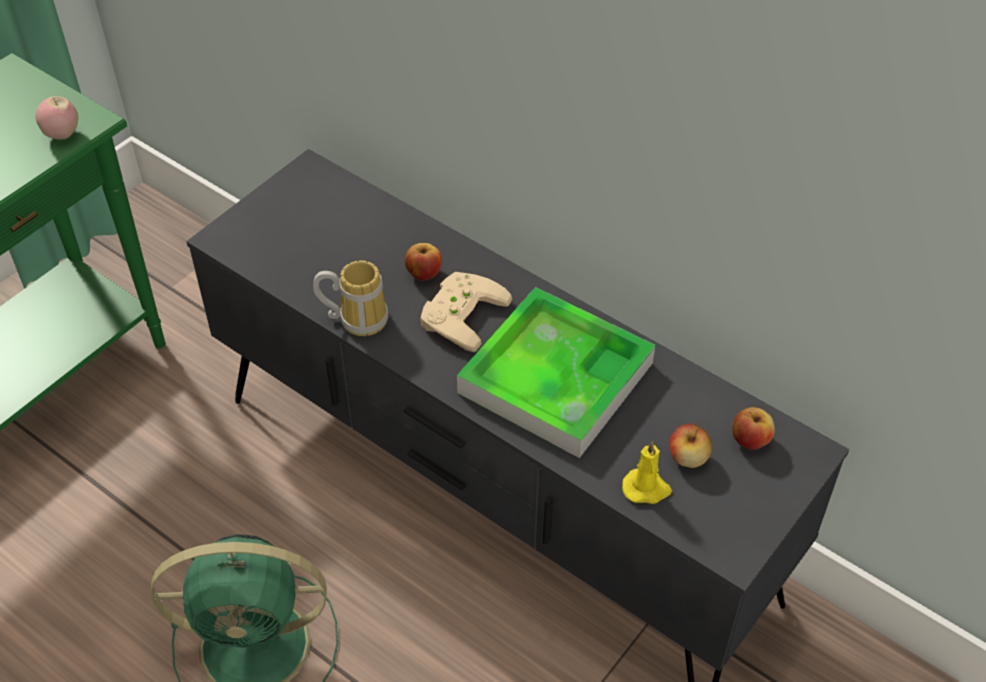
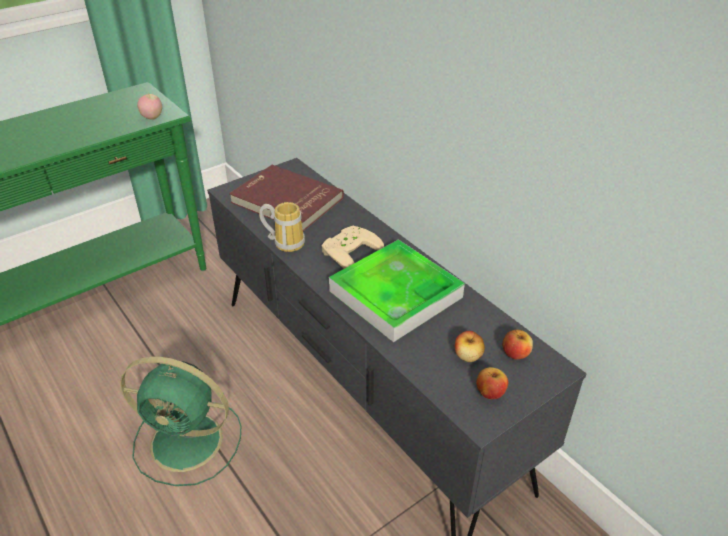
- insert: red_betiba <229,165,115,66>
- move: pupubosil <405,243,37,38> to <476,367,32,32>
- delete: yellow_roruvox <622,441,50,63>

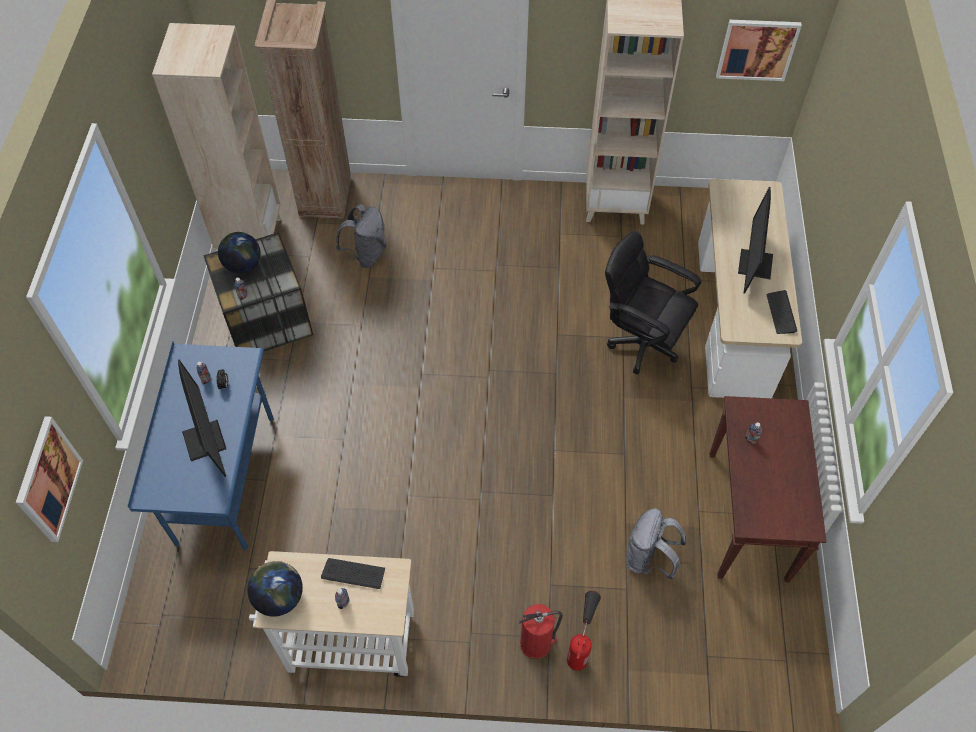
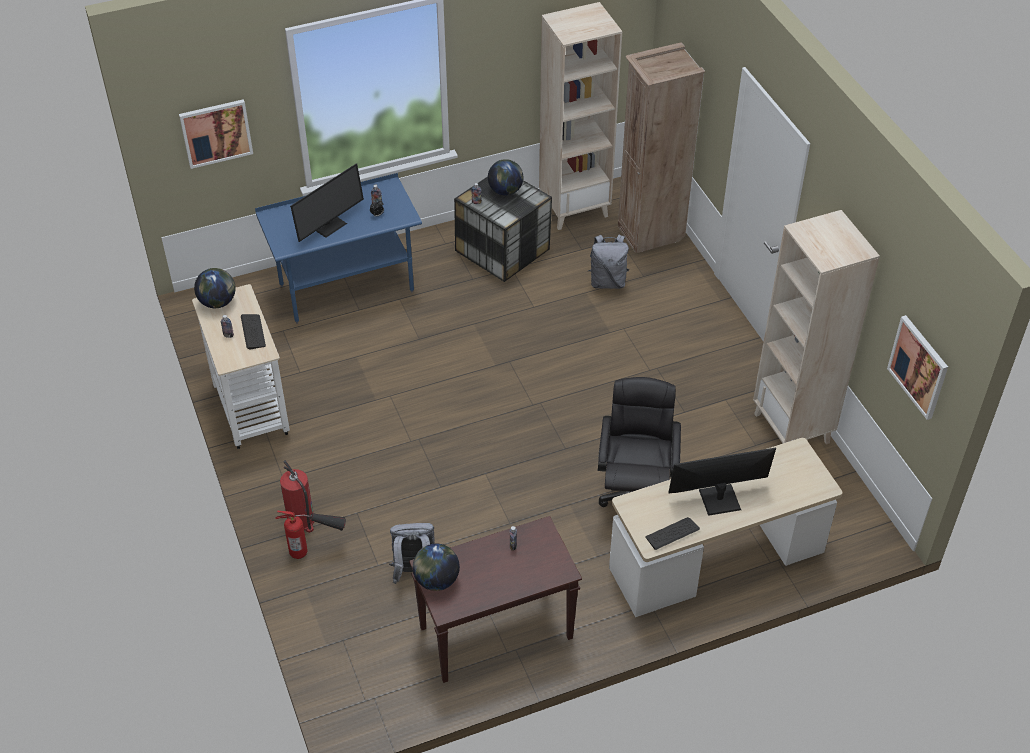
- insert: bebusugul <413,543,47,48>

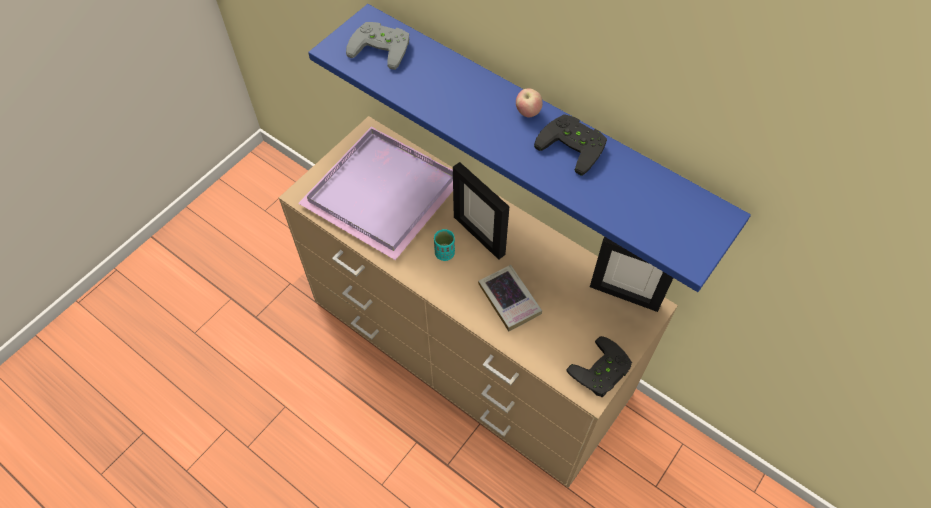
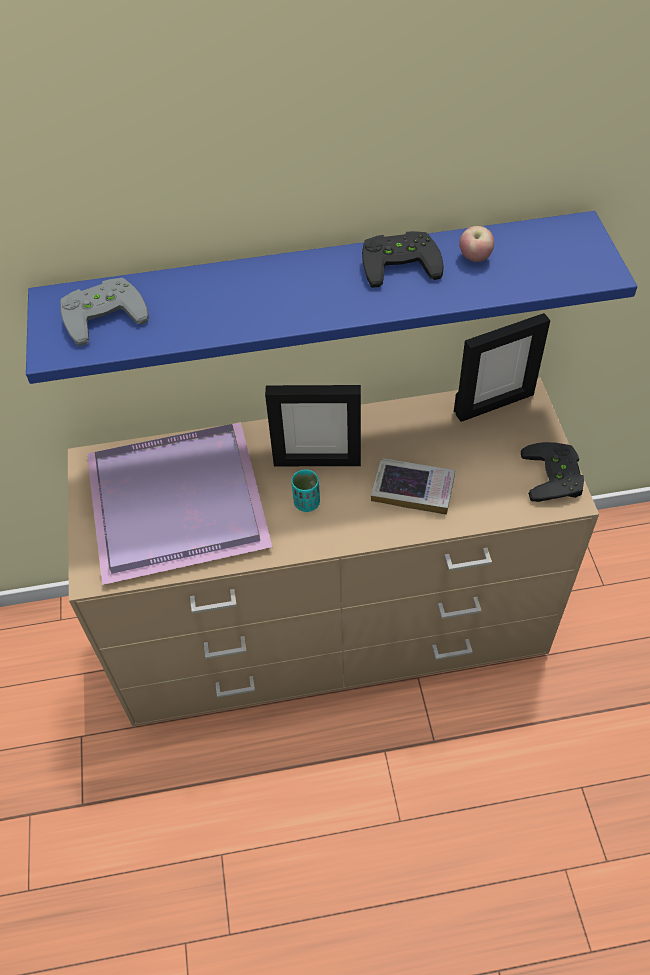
- move: pupubosil <516,88,27,29> to <459,226,35,36>

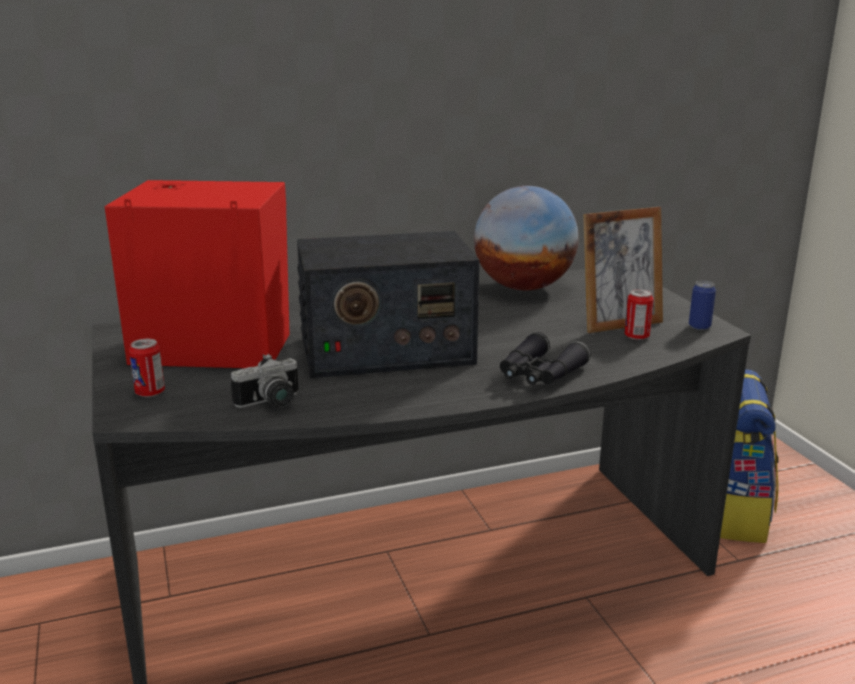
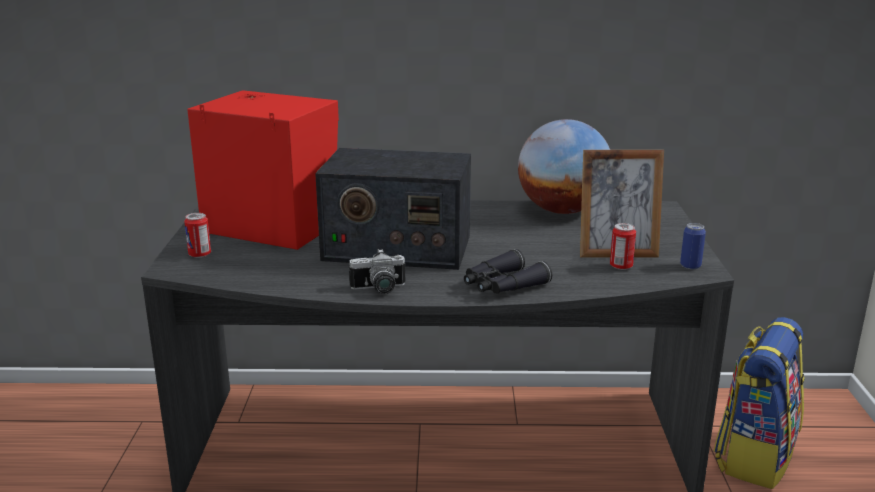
- move: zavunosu <231,354,68,54> to <349,249,56,45>

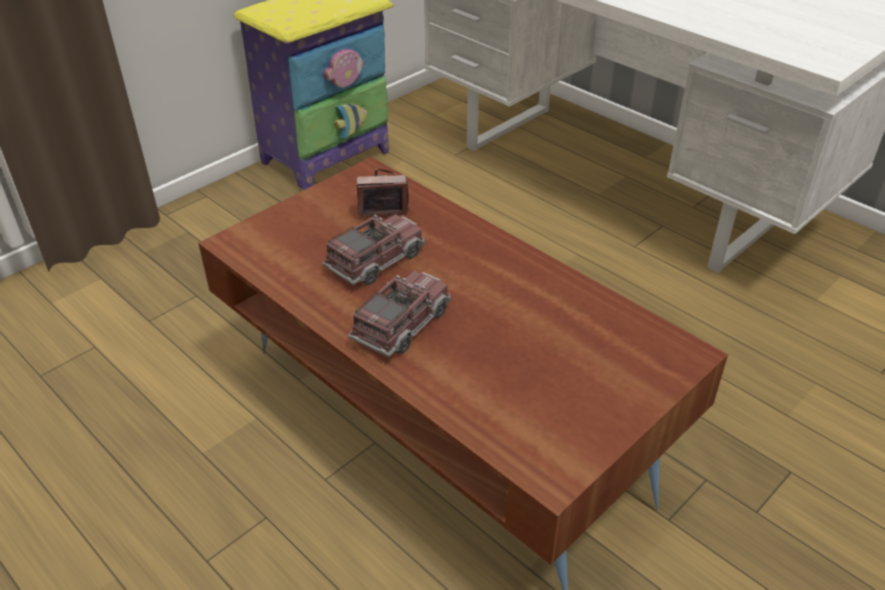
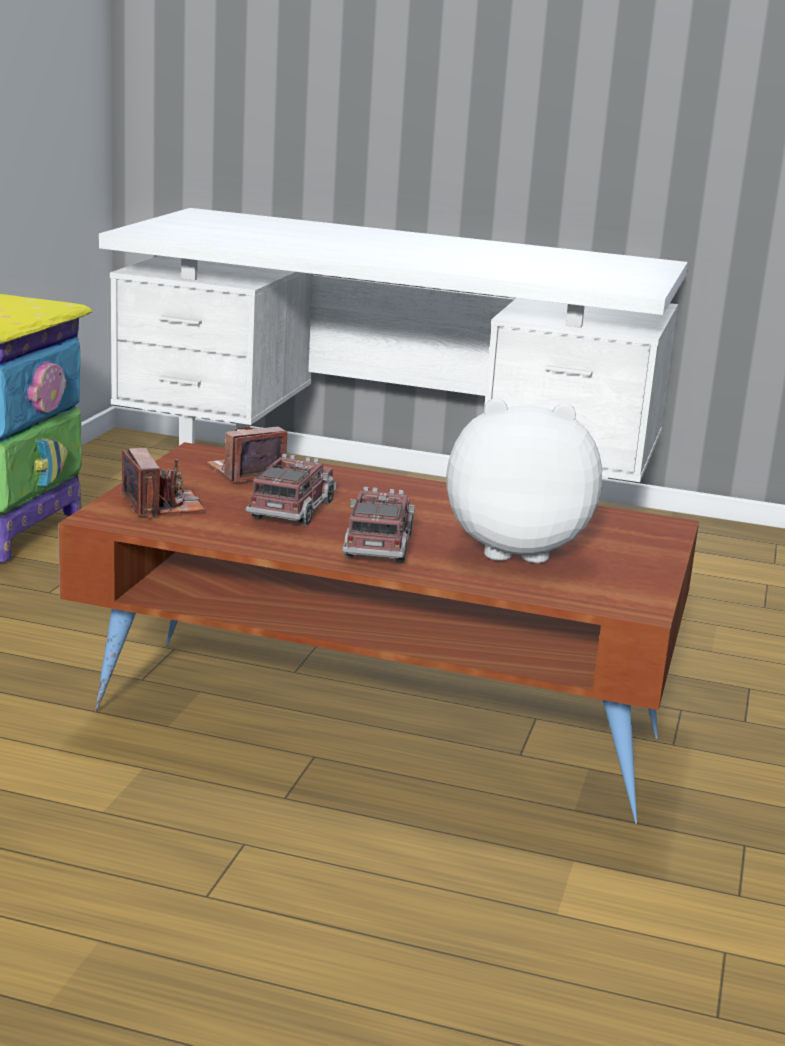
- insert: zavunosu <122,448,82,70>
- insert: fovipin <446,398,156,165>

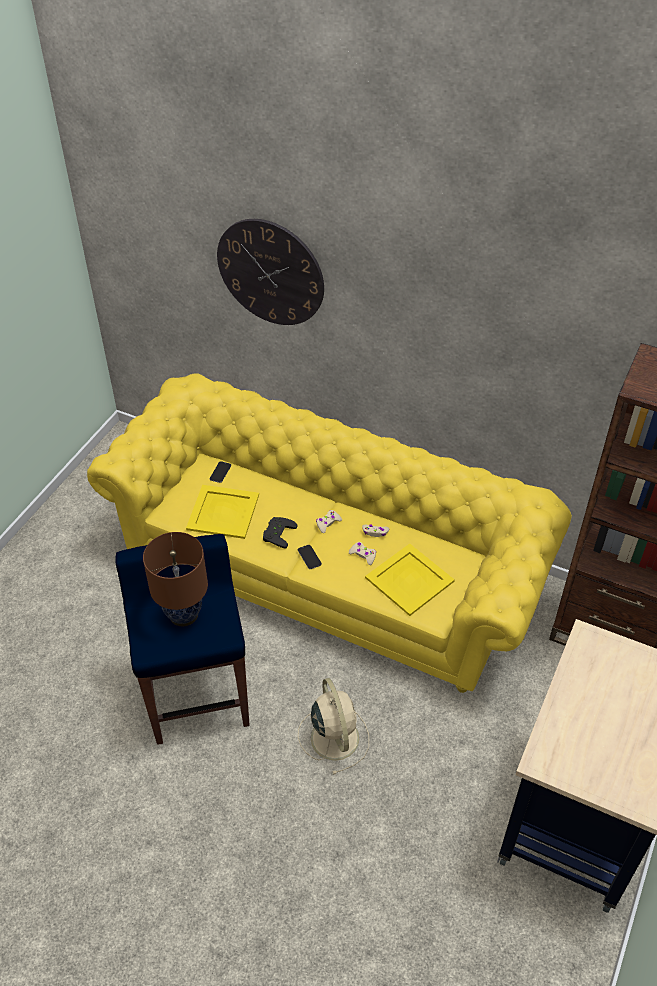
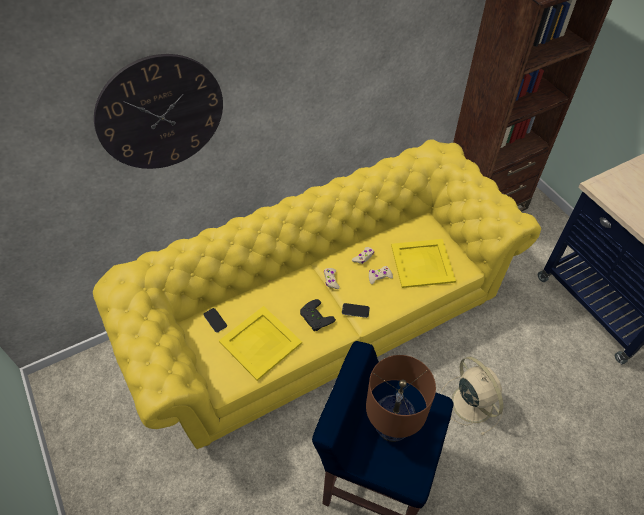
- rotate: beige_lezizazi <298,678,71,96> = <440,357,63,79> 45 degrees clockwise

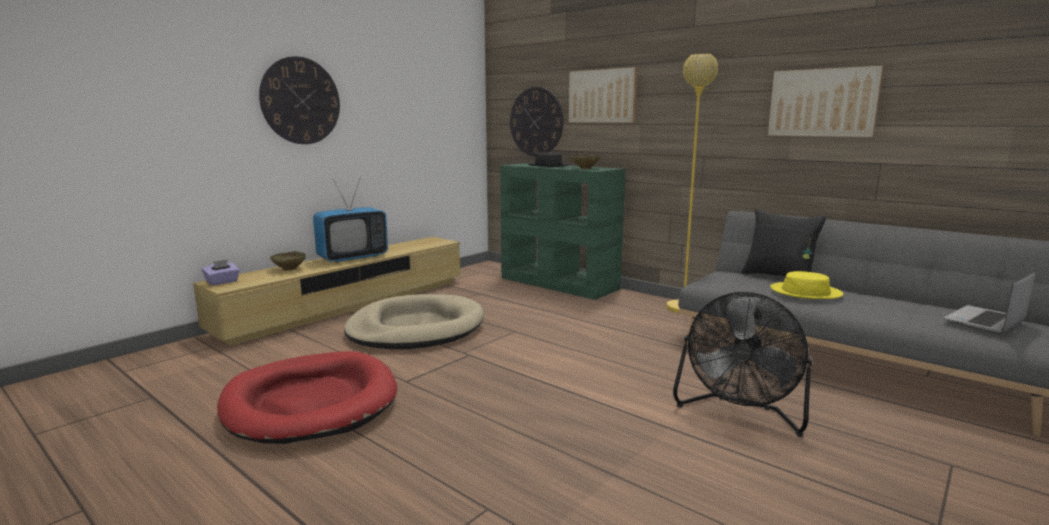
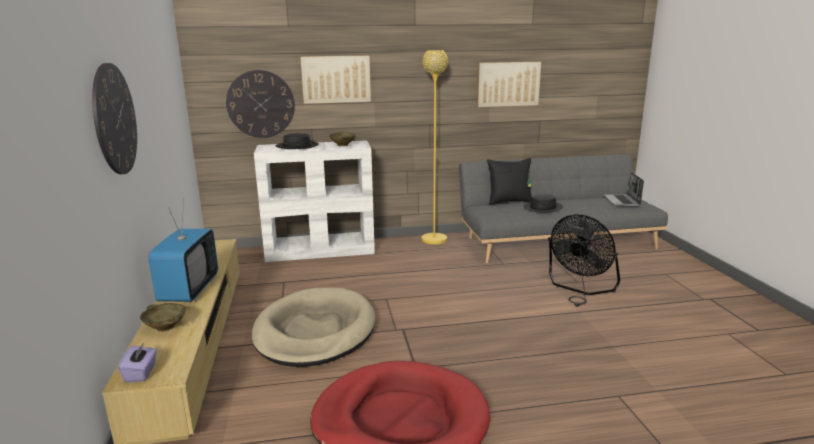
- recolor: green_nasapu <500,163,126,137> to white_nasapu <254,140,121,122>
- recolor: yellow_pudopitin <770,271,73,28> to black_pudopitin <524,194,39,19>
- rotate: black_lezizazi <673,292,140,145> = <548,214,72,93> 120 degrees counterclockwise

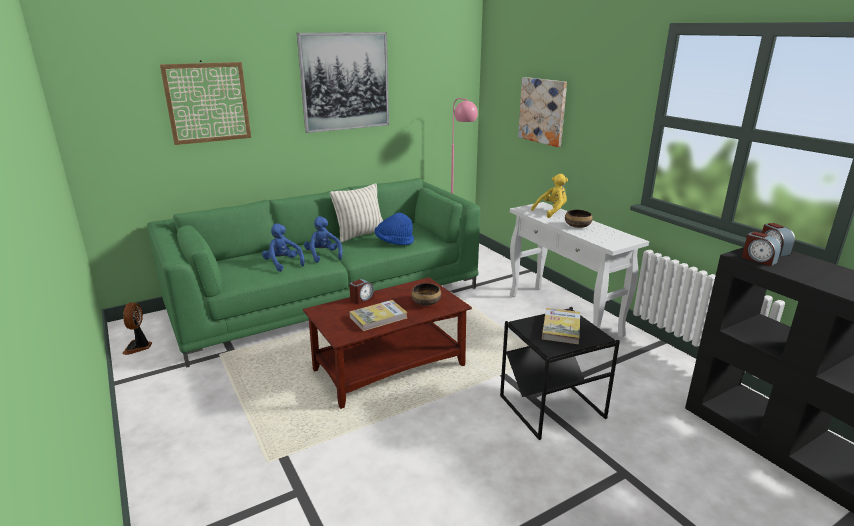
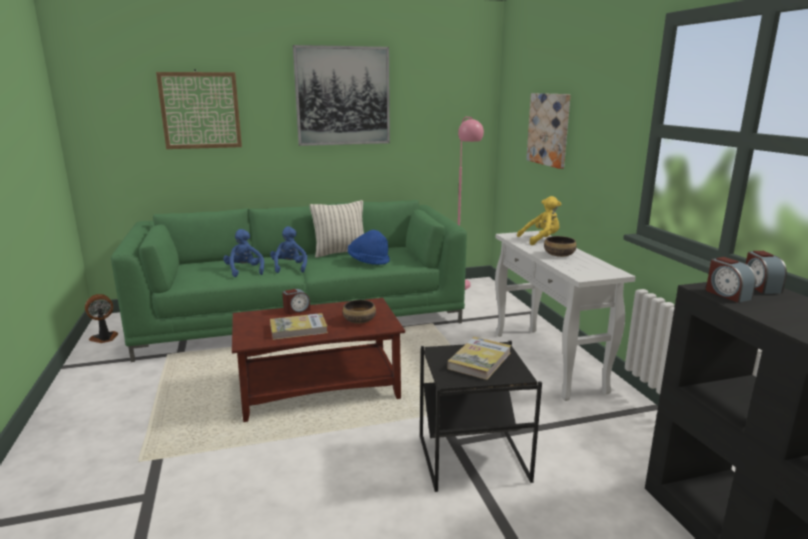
- rotate: lezizazi <122,302,30,53> = <85,294,33,49> 45 degrees clockwise

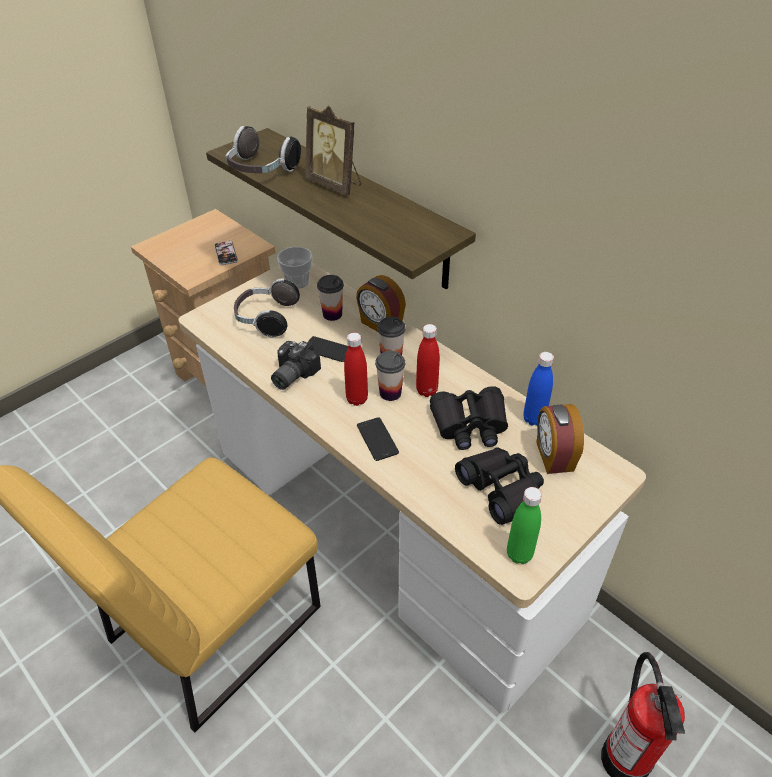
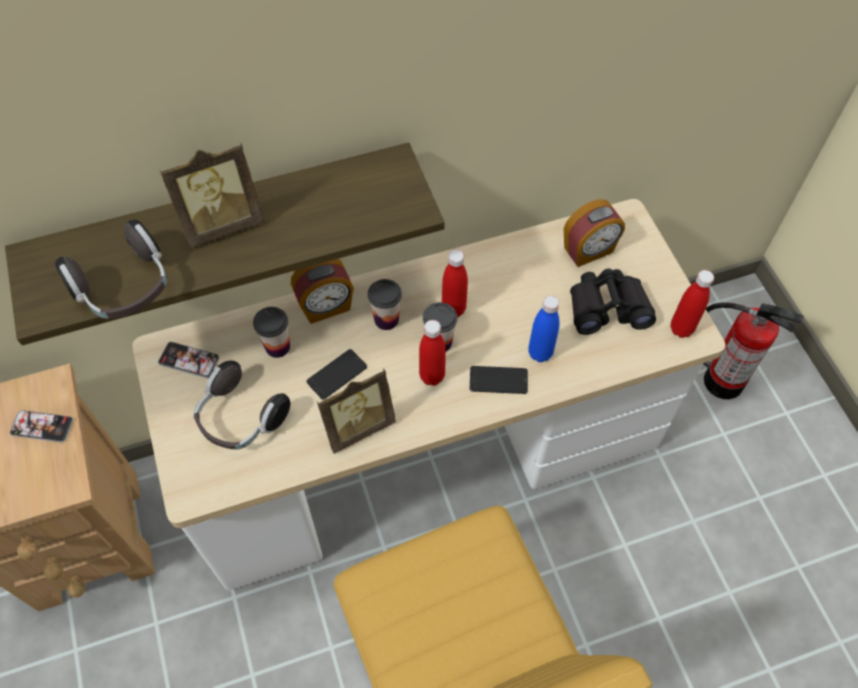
- replace: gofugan <277,247,36,42> to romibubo <158,342,62,36>
- replace: zavunosu <271,341,50,49> to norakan <317,368,79,86>
- move: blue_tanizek <523,352,31,74> to <528,295,31,67>
- rotate: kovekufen <536,404,48,70> = <564,199,61,68> 45 degrees counterclockwise
- recolor: green_tanizek <507,487,35,77> to red_tanizek <671,270,43,68>
- delete: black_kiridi <430,386,78,64>

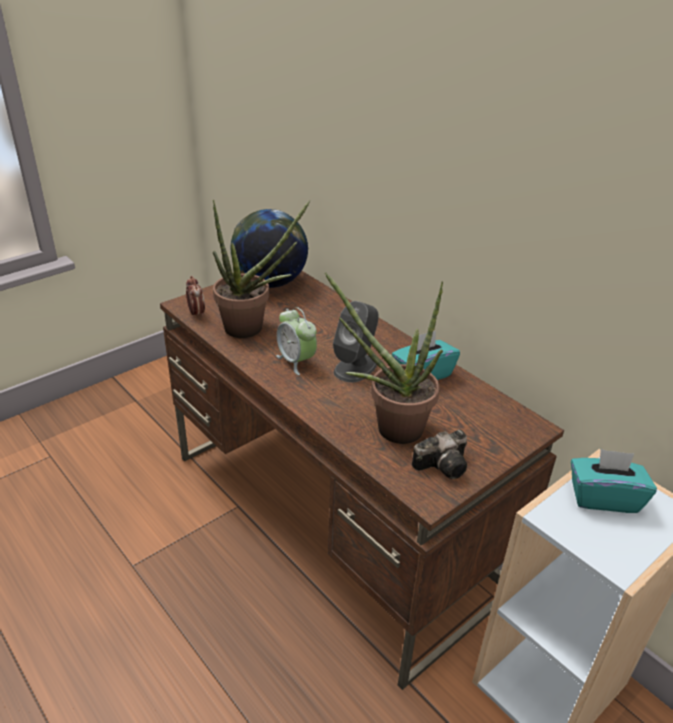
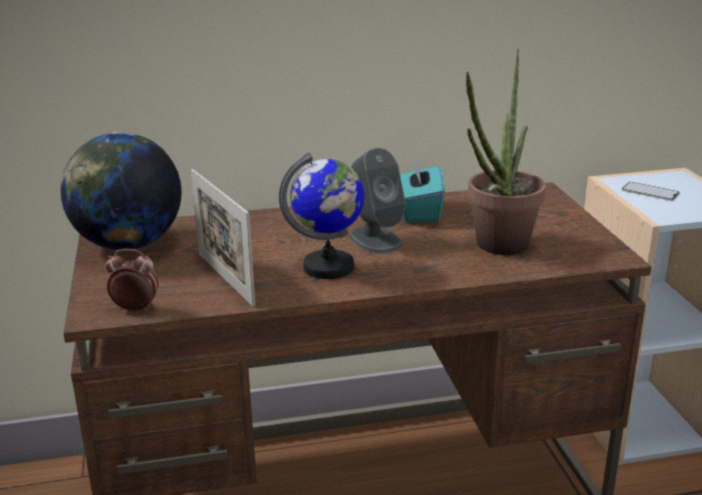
- replace: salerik <213,200,97,138> to norakan <191,169,64,138>
- replace: kovekufen <276,307,41,68> to bebusugul <279,152,85,127>
- replace: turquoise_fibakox <571,449,86,64> to romibubo <622,182,58,19>
- delete: zavunosu <412,429,55,50>

